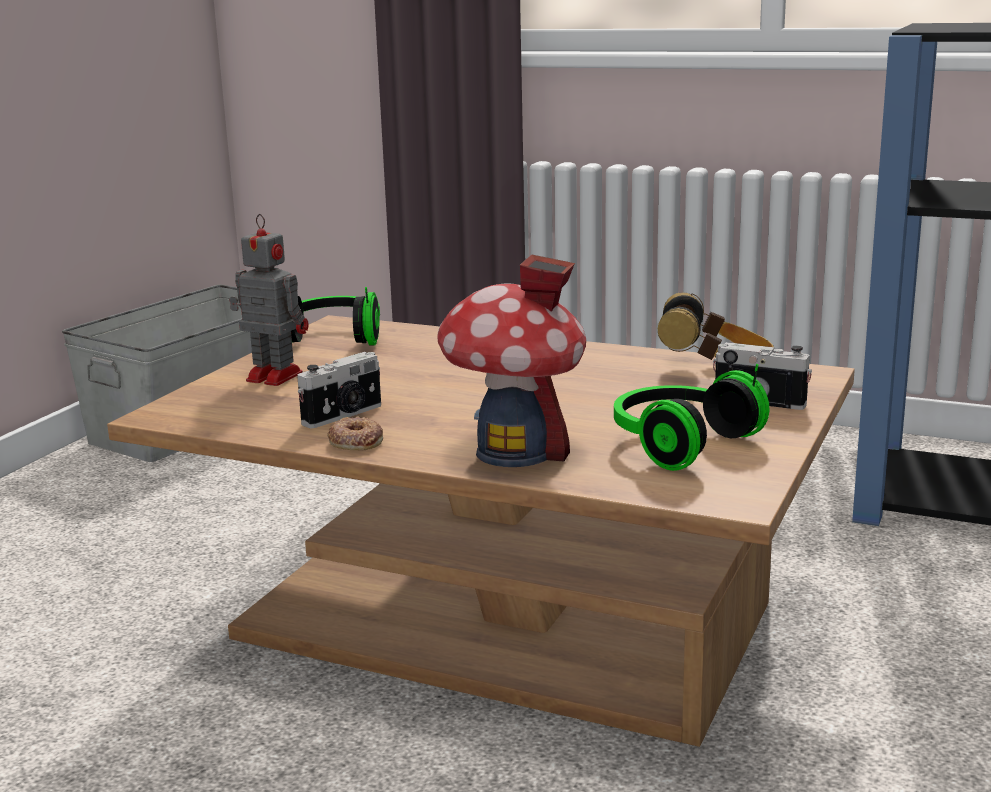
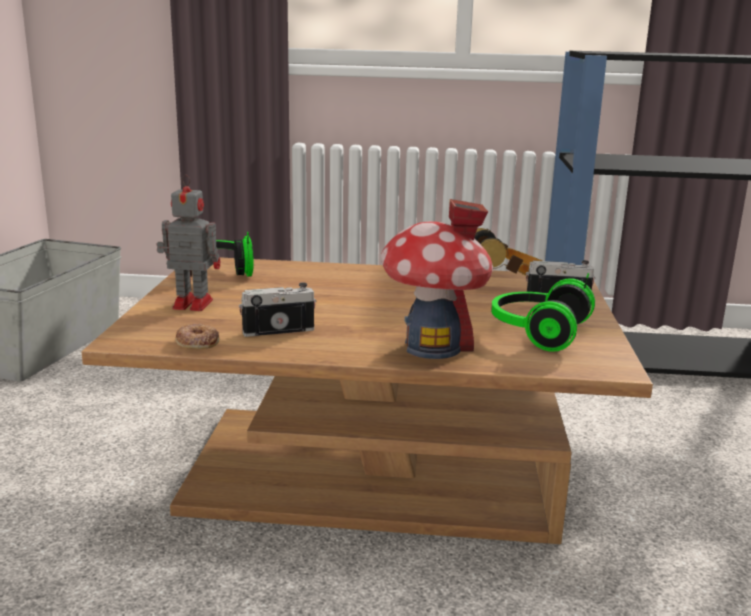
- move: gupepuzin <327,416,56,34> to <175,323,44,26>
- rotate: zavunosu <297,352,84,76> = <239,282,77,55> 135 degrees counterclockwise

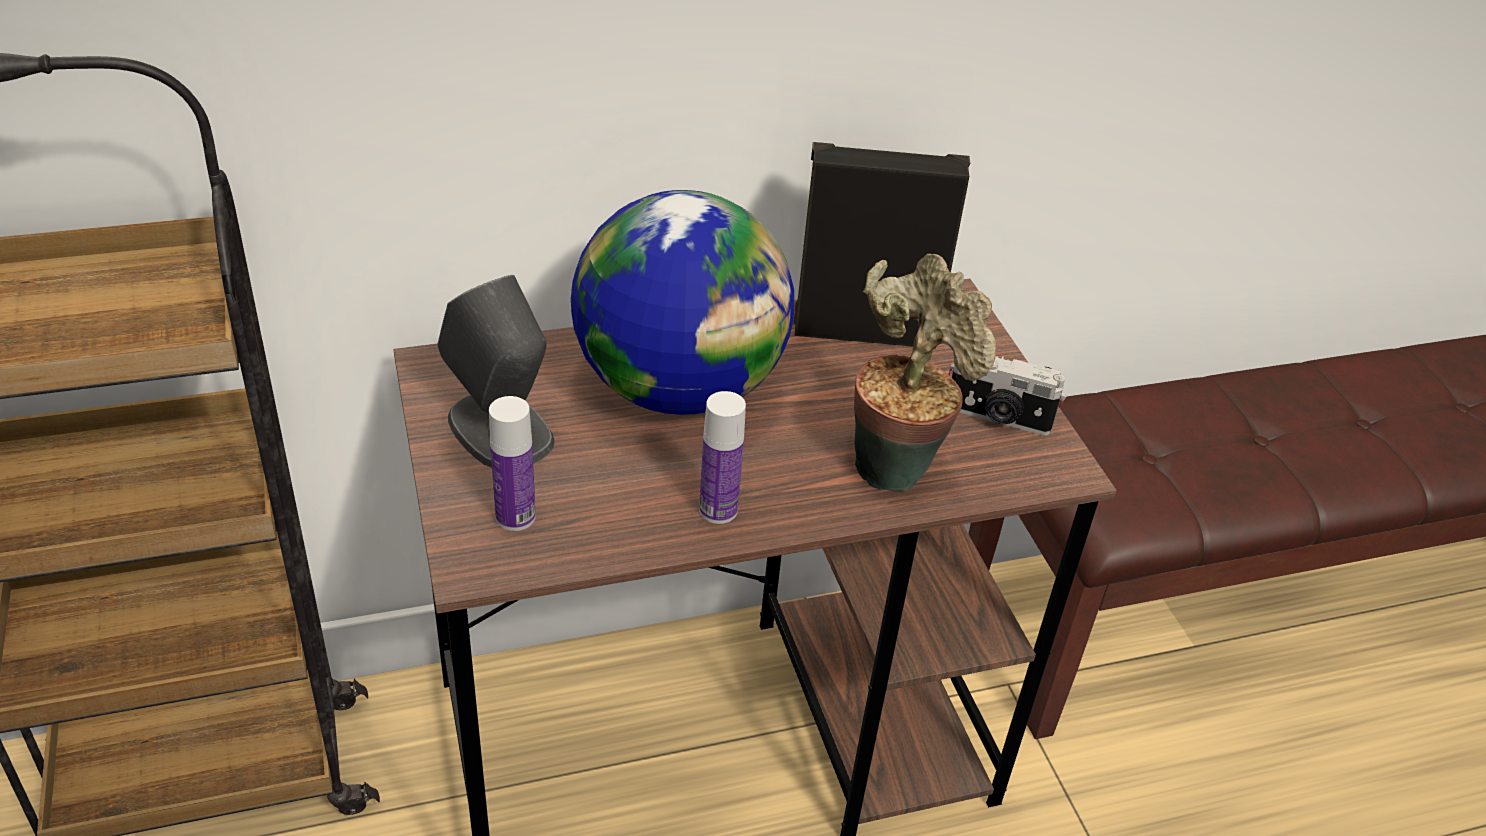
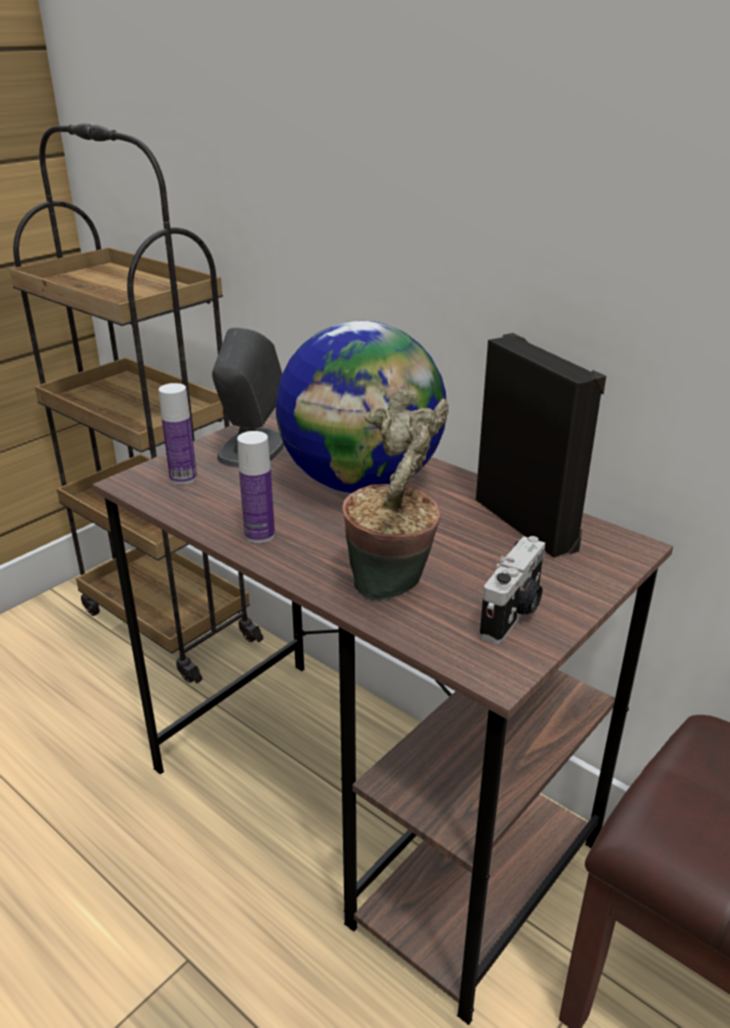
- rotate: zavunosu <949,356,117,80> = <480,536,65,108> 135 degrees counterclockwise

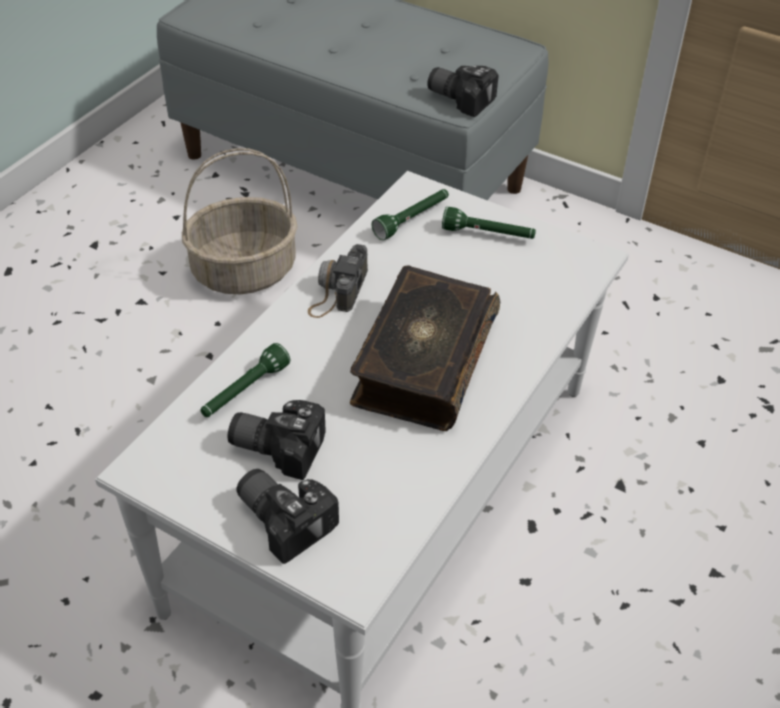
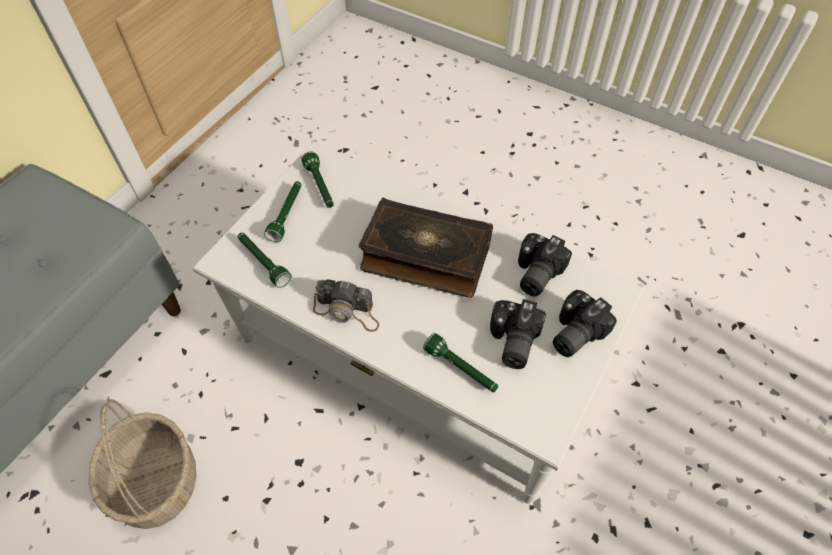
- insert: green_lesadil <301,152,33,56>
- move: zavunosu <427,66,72,51> to <518,233,54,63>

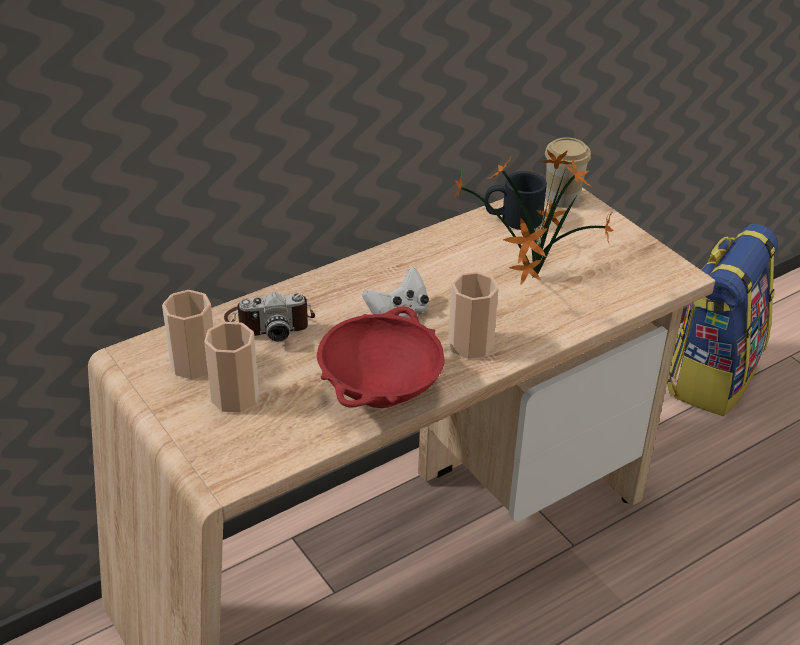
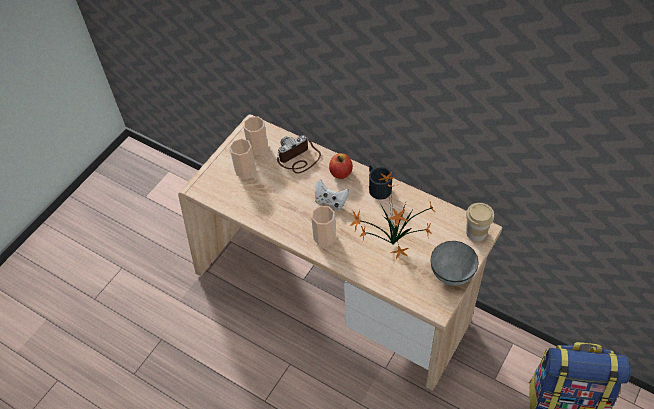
- rotate: zavunosu <224,292,91,50> = <277,135,44,38> 90 degrees clockwise
- insert: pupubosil <329,153,24,26>
- move: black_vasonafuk <485,171,62,59> to <369,164,24,36>
- insert: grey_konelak <430,241,49,45>
- delete: red_konelak <317,307,128,101>

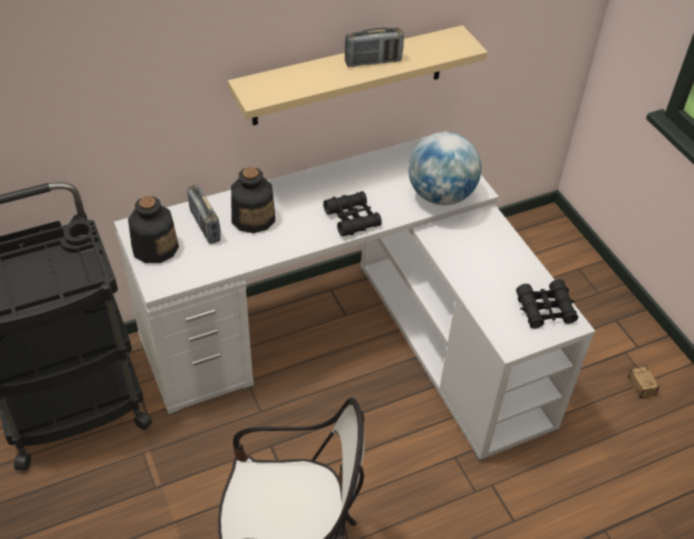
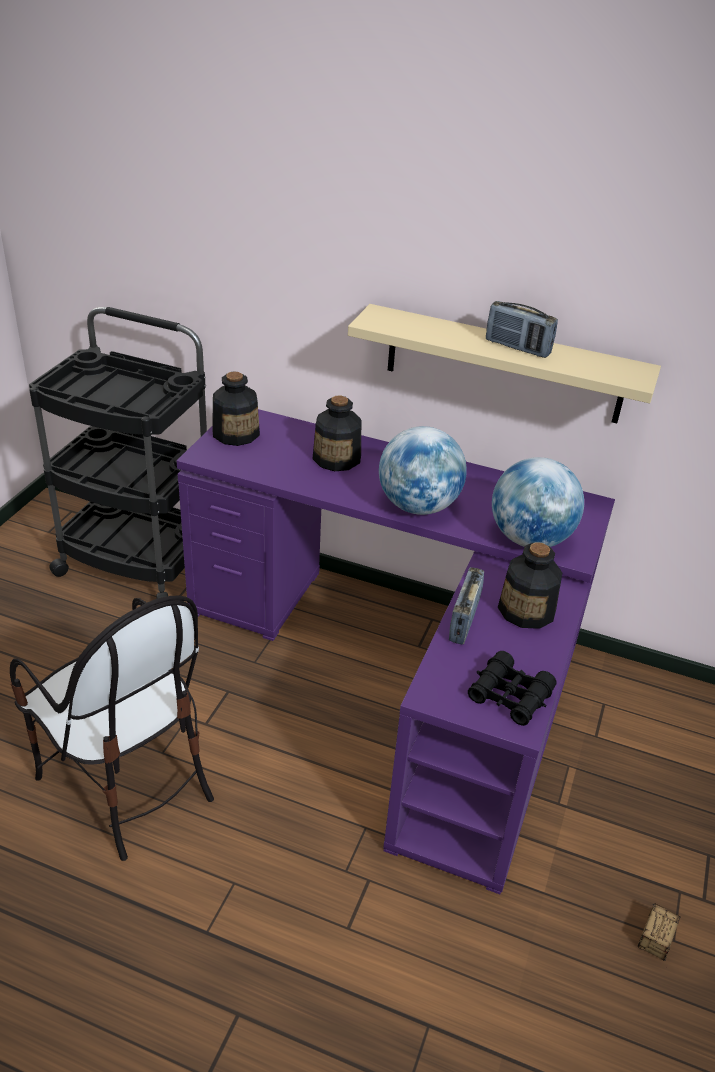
- recolor: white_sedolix <114,131,481,331> to purple_sedolix <177,409,438,485>
- replace: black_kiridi <323,191,59,45> to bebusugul <379,426,88,89>
- move: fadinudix <187,185,34,59> to <449,567,35,78>
- insert: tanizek <498,542,64,87>

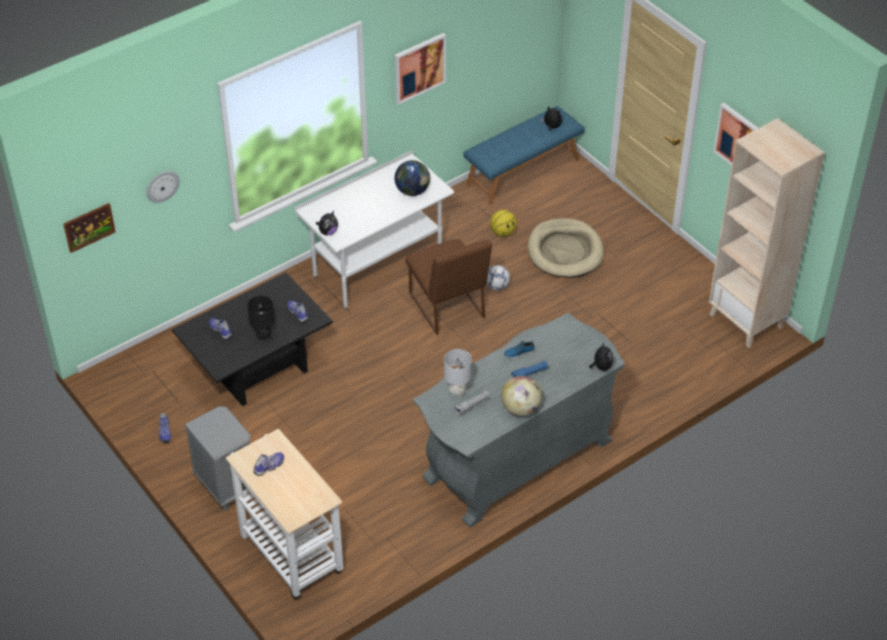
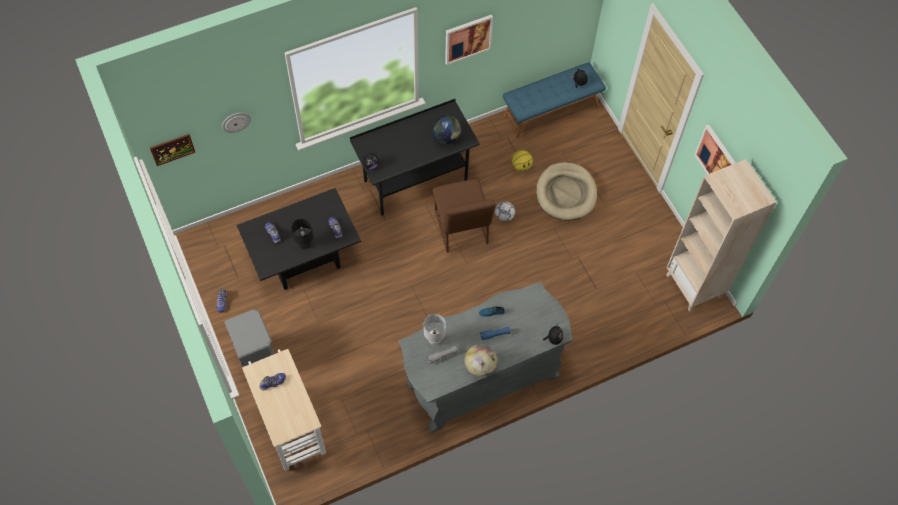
- recolor: white_sedolix <295,150,159,160> to black_sedolix <350,99,130,117>

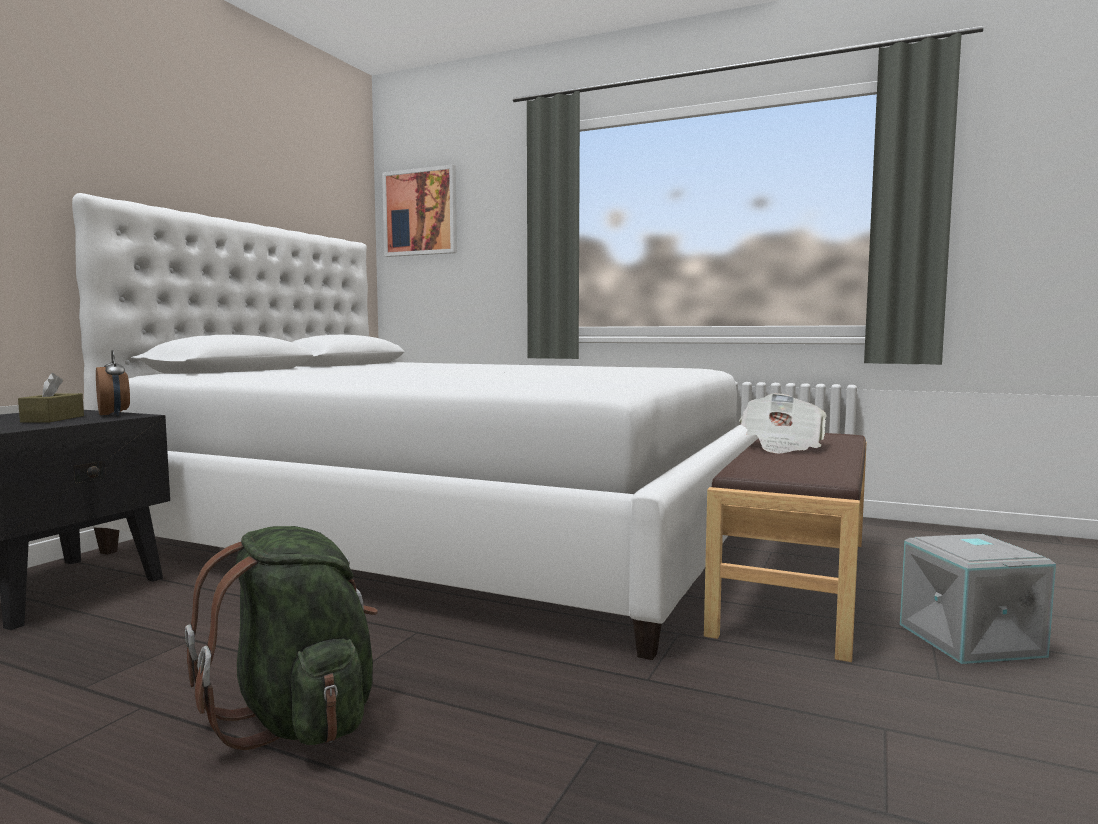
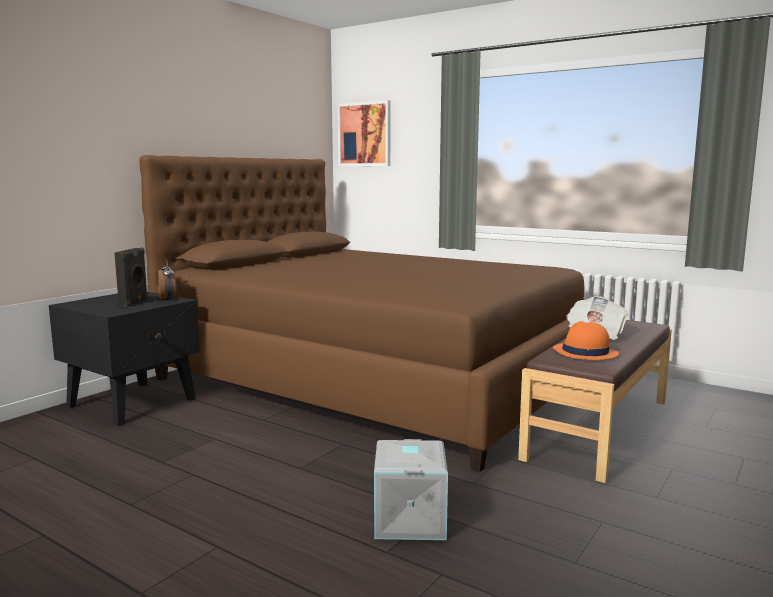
- replace: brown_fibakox <18,373,66,50> to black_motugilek <114,248,34,59>
- recolor: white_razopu <72,193,686,467> to brown_razopu <139,155,445,317>
- move: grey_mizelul <900,534,156,130> to <374,439,74,101>
- insert: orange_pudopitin <553,321,66,39>
- delete: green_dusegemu <185,526,193,224>

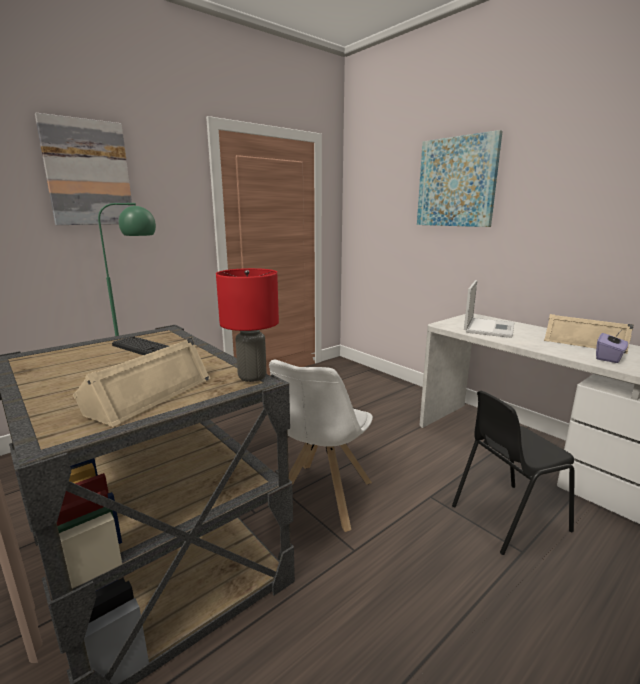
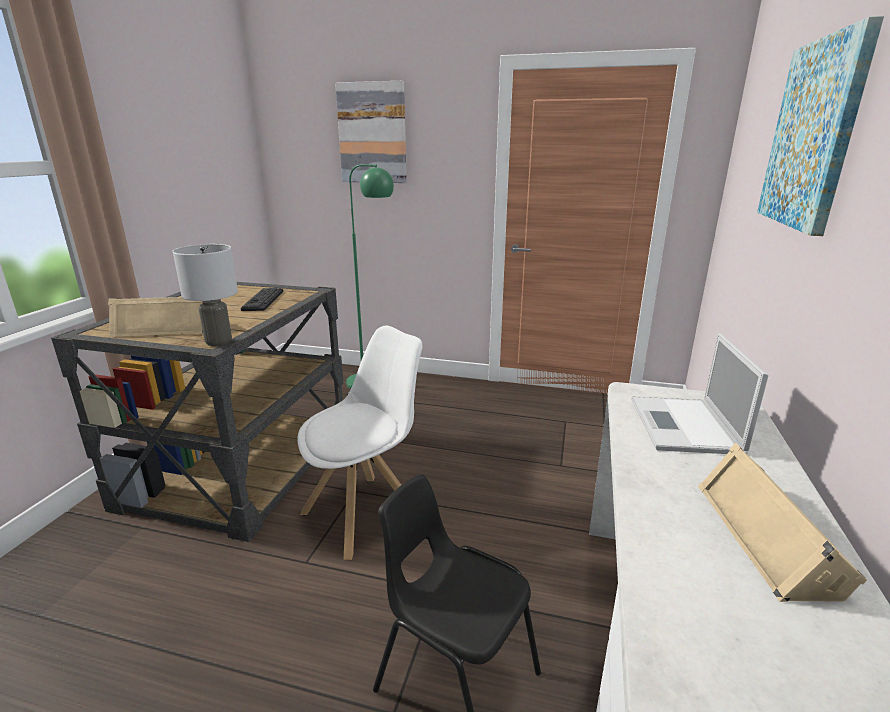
- recolor: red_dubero <216,268,63,114> to white_dubero <173,244,65,102>
- rotate: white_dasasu <269,360,104,172> = <297,326,125,234> 150 degrees clockwise
- rotate: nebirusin <464,280,50,58> = <631,334,138,120> 105 degrees clockwise
- delete: purple_fibakox <596,331,33,32>

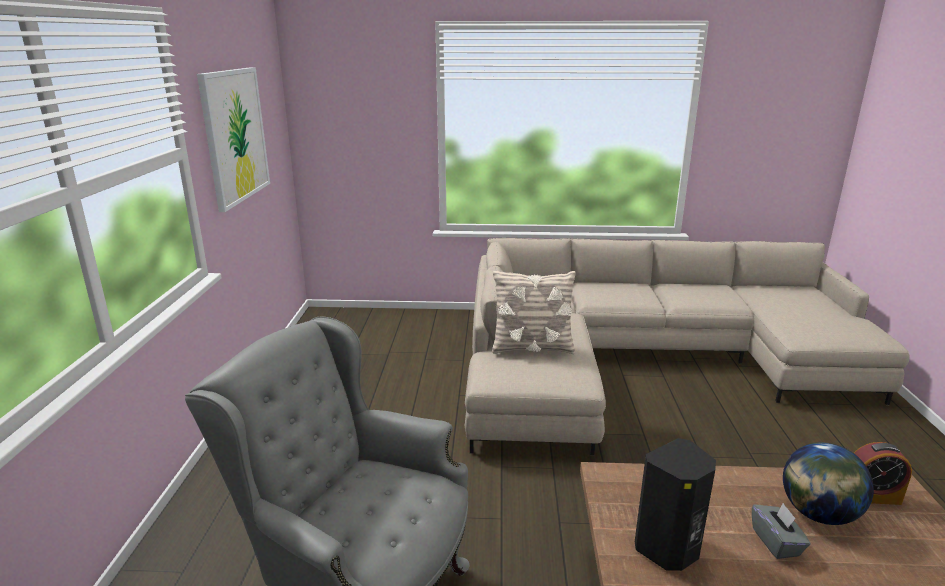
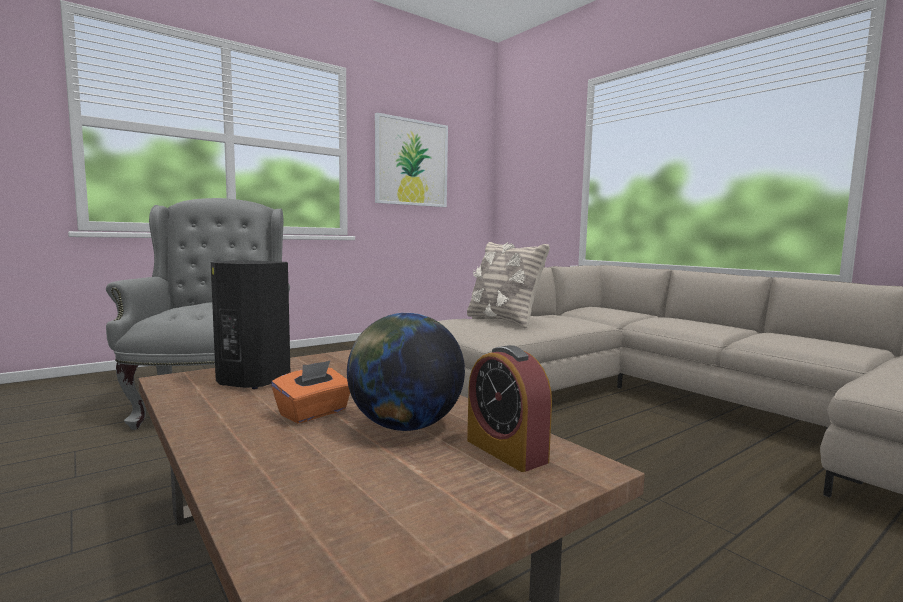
- recolor: grey_fibakox <752,503,58,56> to orange_fibakox <271,360,79,63>

